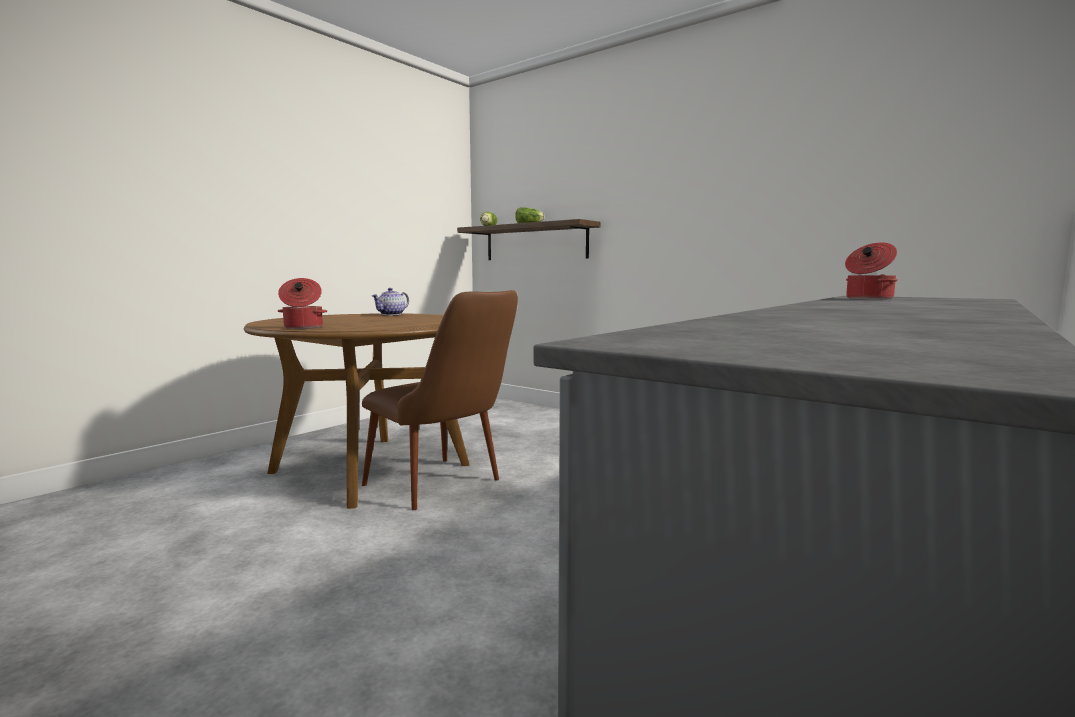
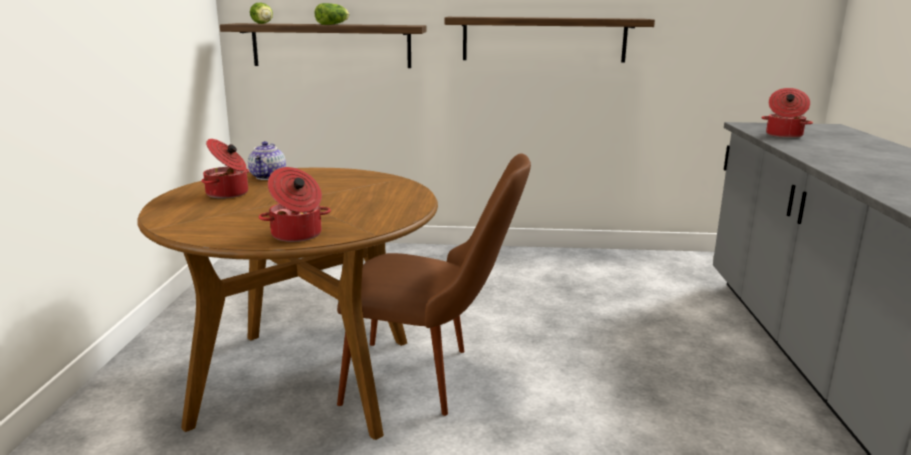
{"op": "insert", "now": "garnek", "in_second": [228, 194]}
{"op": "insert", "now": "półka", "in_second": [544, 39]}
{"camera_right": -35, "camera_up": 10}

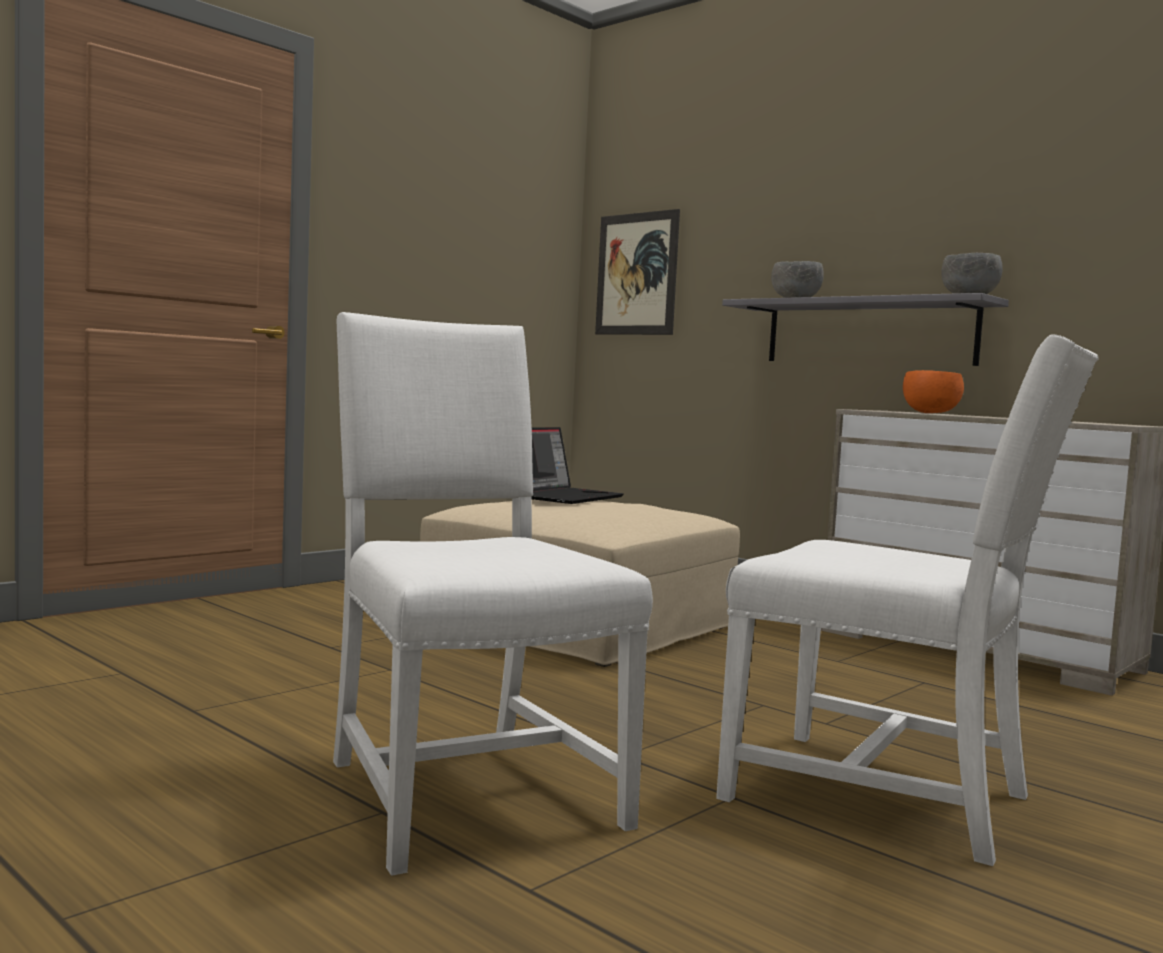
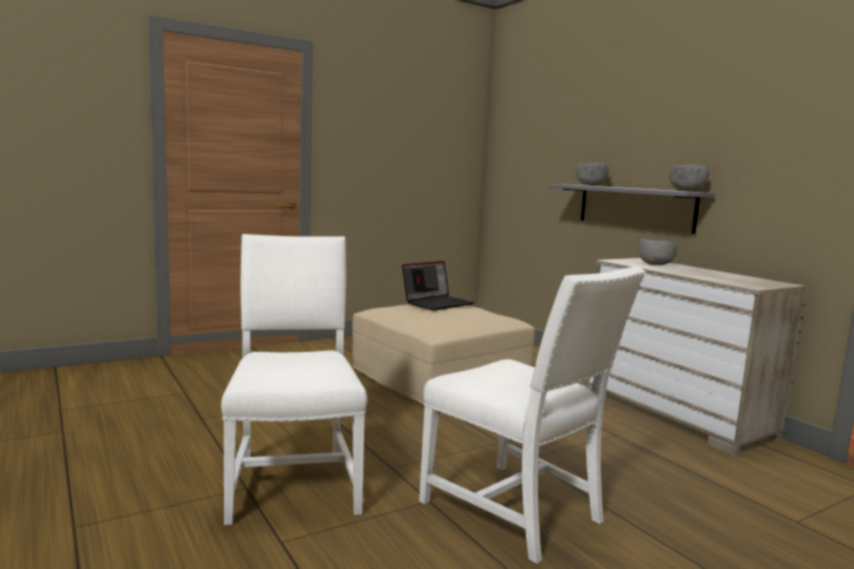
{"op": "recolor", "was": "miska (pomarańczowy)", "now": "miska (szary)", "in_first": [929, 413], "in_second": [654, 265]}
{"op": "delete", "was": "obraz", "in_first": [636, 274]}
{"camera_right": 15, "camera_up": 5}

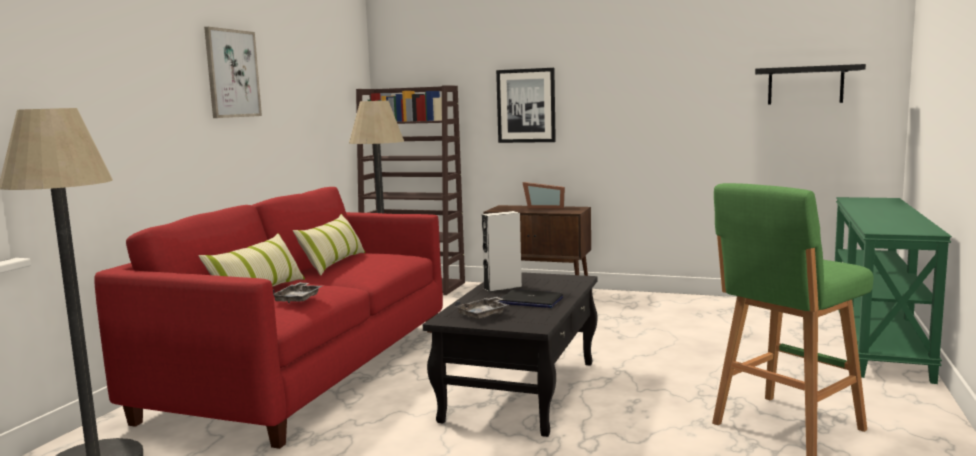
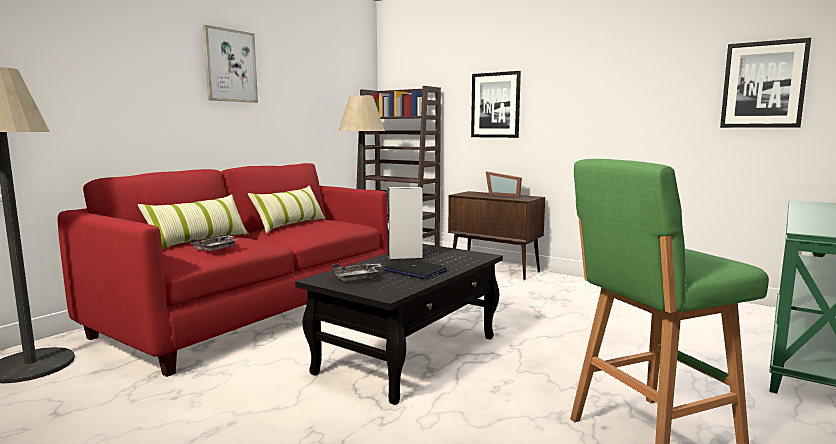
{"op": "replace", "was": "półka (czarny)", "now": "obraz", "in_first": [805, 85], "in_second": [763, 85]}
{"camera_right": 15, "camera_up": 0}

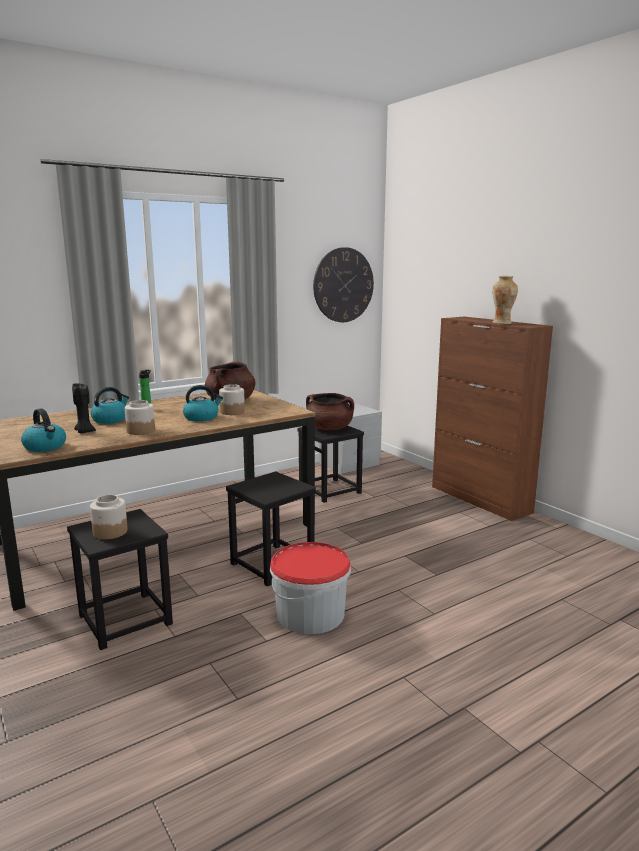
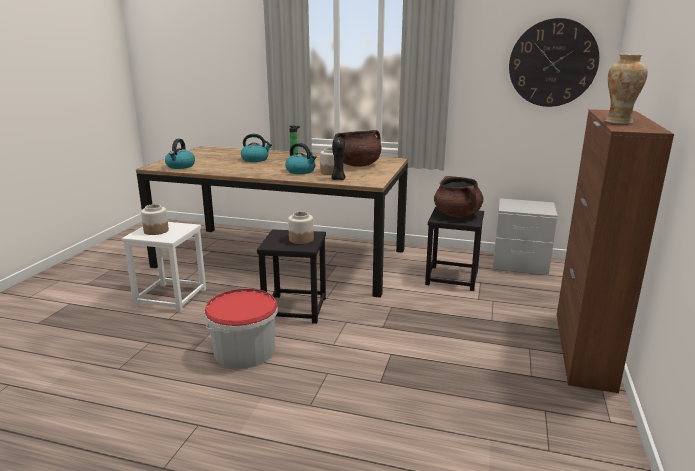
{"op": "recolor", "was": "stołek (czarny)", "now": "stołek (biały)", "in_first": [125, 620], "in_second": [170, 297]}
{"op": "move", "was": "słoik", "in_first": [140, 431], "in_second": [301, 239]}
{"op": "move", "was": "świeca (czarny)", "in_first": [84, 432], "in_second": [338, 179]}
{"camera_right": 50, "camera_up": 5}

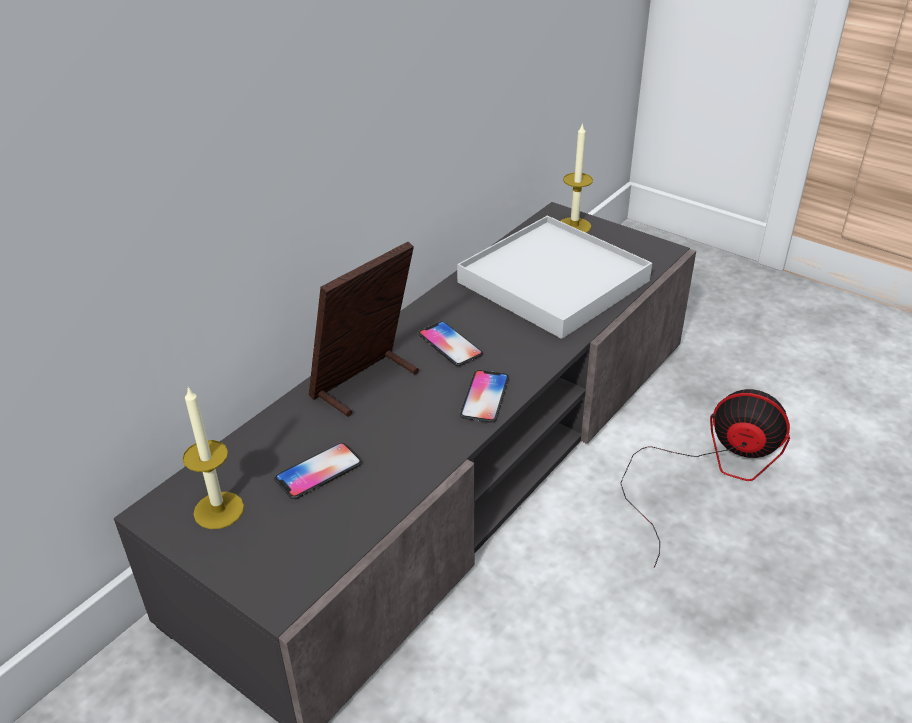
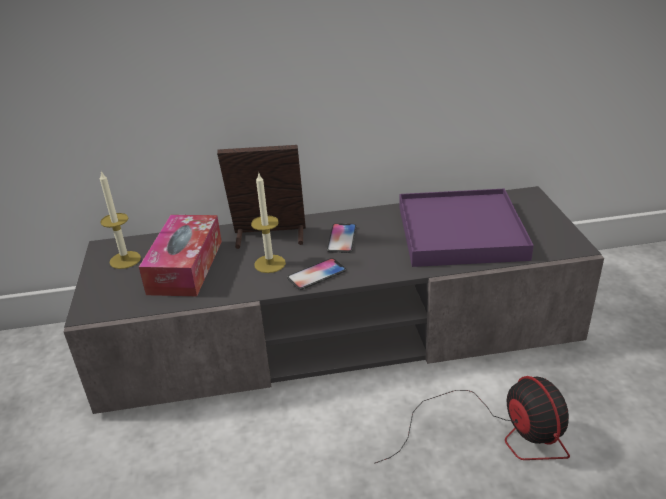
{"op": "replace", "was": "telefon", "now": "pudełko chusteczek", "in_first": [318, 472], "in_second": [185, 267]}
{"op": "move", "was": "świeca", "in_first": [574, 226], "in_second": [270, 264]}
{"op": "recolor", "was": "taca (biały)", "now": "taca (fioletowy)", "in_first": [552, 281], "in_second": [460, 232]}
{"camera_right": 45, "camera_up": -5}

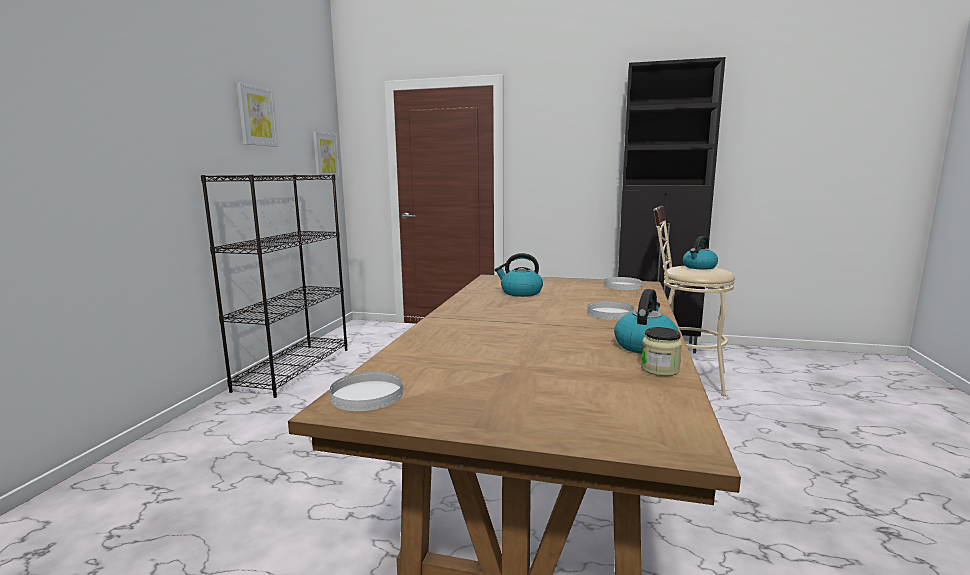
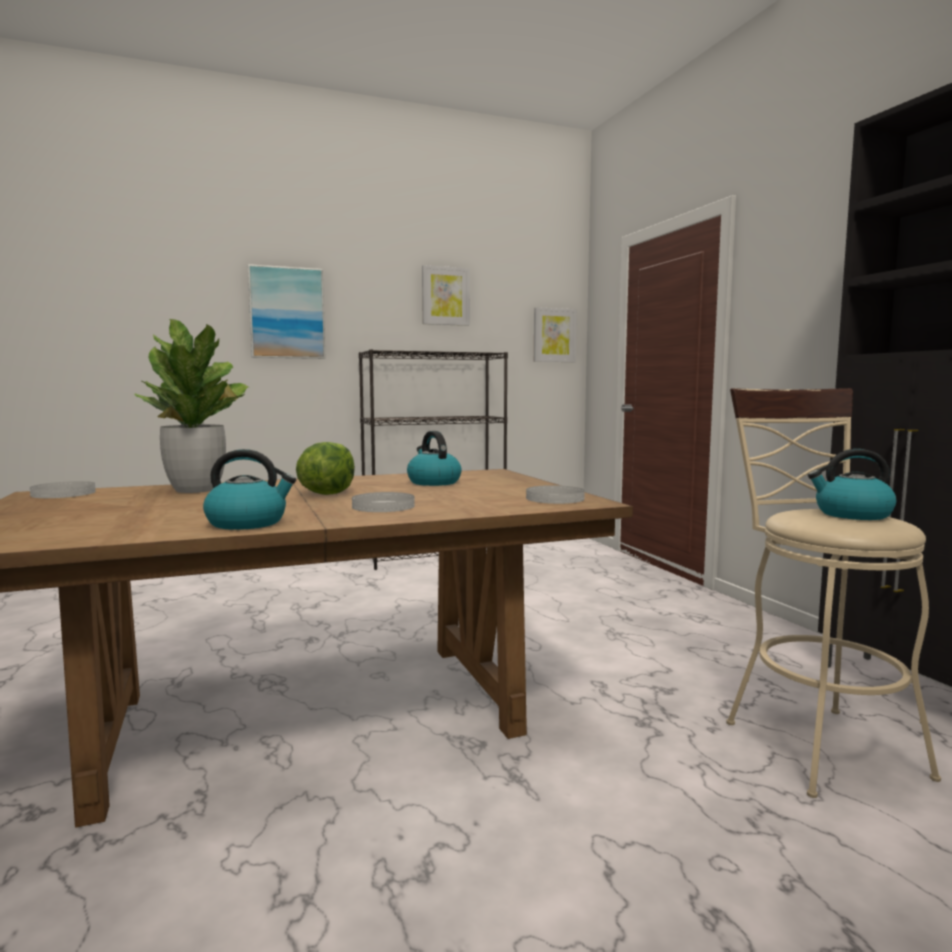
{"op": "insert", "now": "roślina doniczkowa", "in_second": [197, 490]}
{"op": "insert", "now": "obraz", "in_second": [287, 313]}
{"op": "insert", "now": "sałata", "in_second": [327, 494]}
{"op": "delete", "was": "słoik", "in_first": [660, 369]}
{"camera_right": 55, "camera_up": -5}

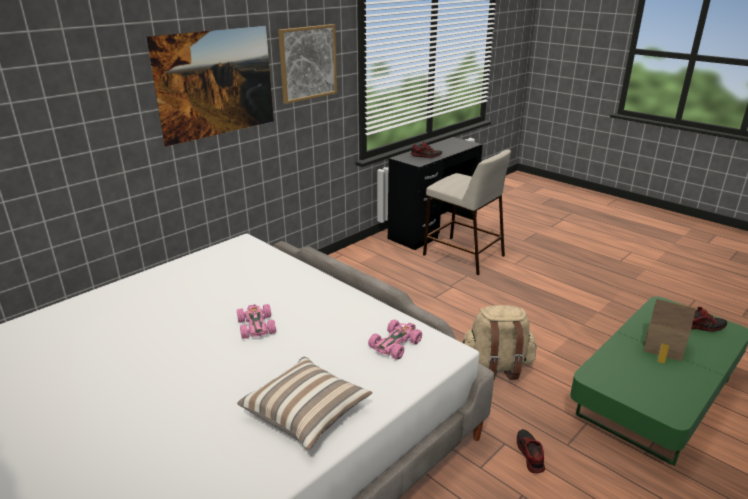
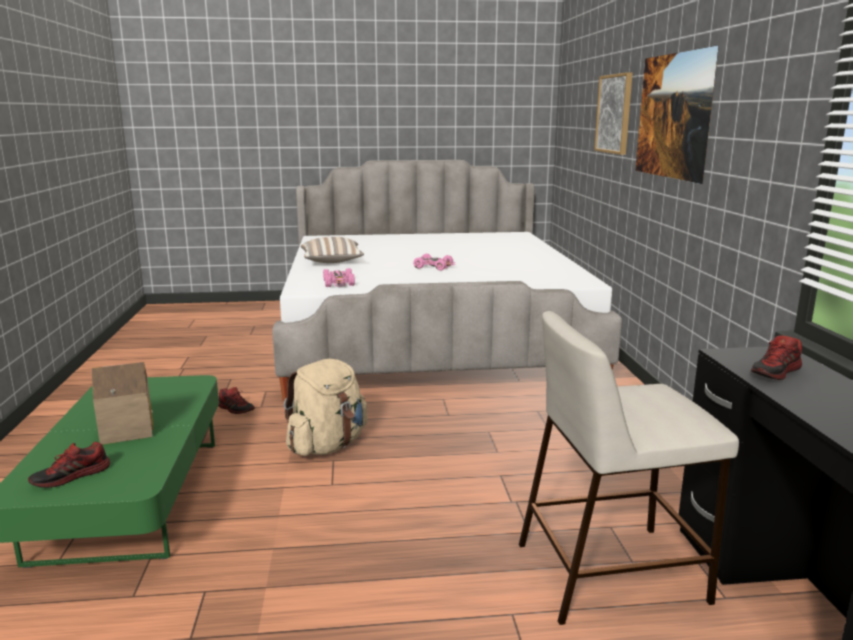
{"op": "move", "was": "obraz", "in_first": [307, 63], "in_second": [614, 114]}
{"camera_right": 130, "camera_up": -10}

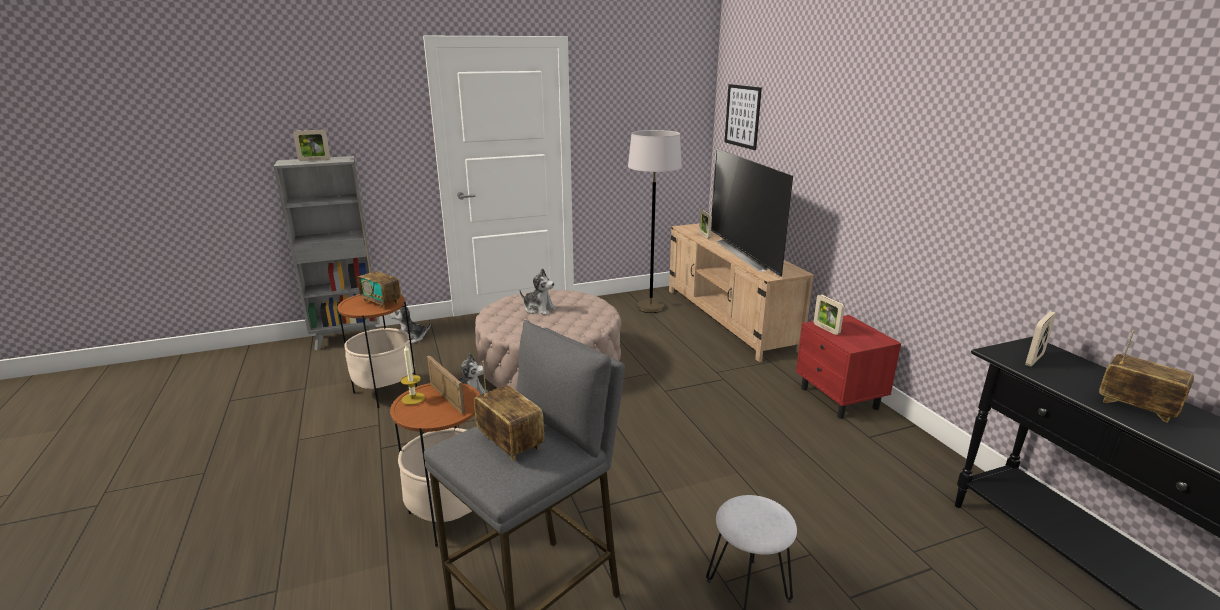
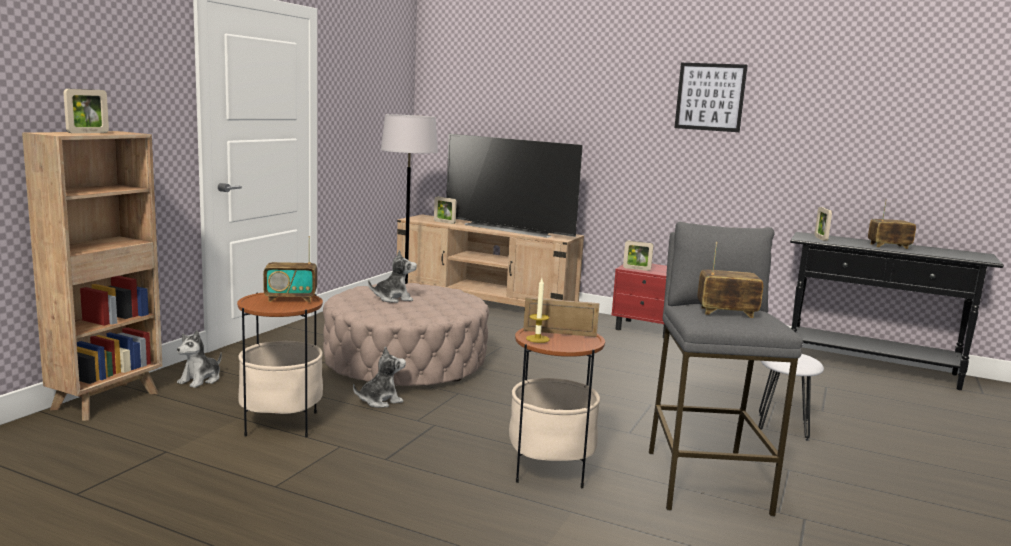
{"op": "recolor", "was": "regał (szary)", "now": "regał (brązowy)", "in_first": [348, 338], "in_second": [108, 400]}
{"op": "move", "was": "obraz", "in_first": [742, 116], "in_second": [710, 97]}
{"camera_right": -45, "camera_up": -10}

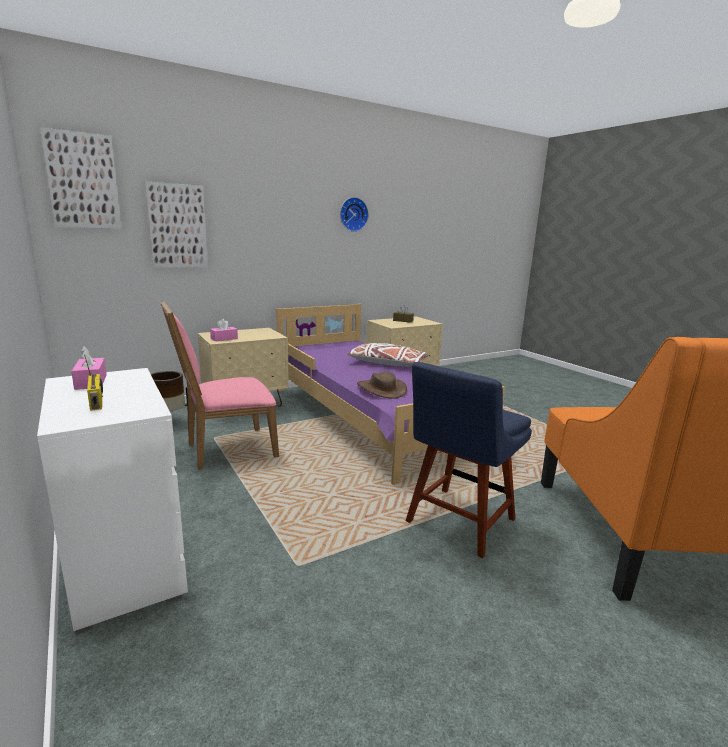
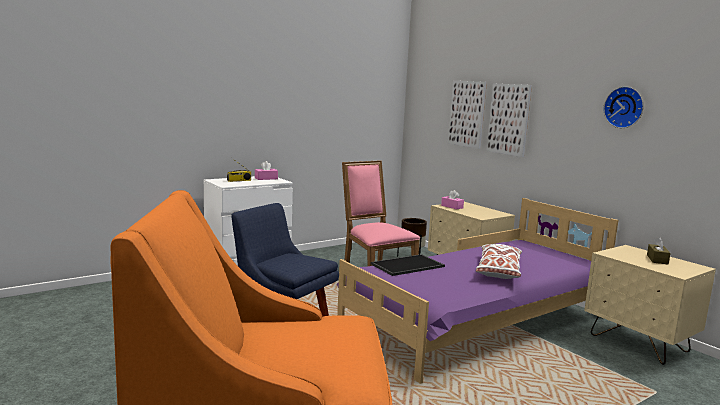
{"op": "replace", "was": "kapelusz (brązowy)", "now": "taca", "in_first": [381, 389], "in_second": [407, 266]}
{"op": "move", "was": "obraz", "in_first": [83, 181], "in_second": [509, 119]}
{"camera_right": 85, "camera_up": -5}

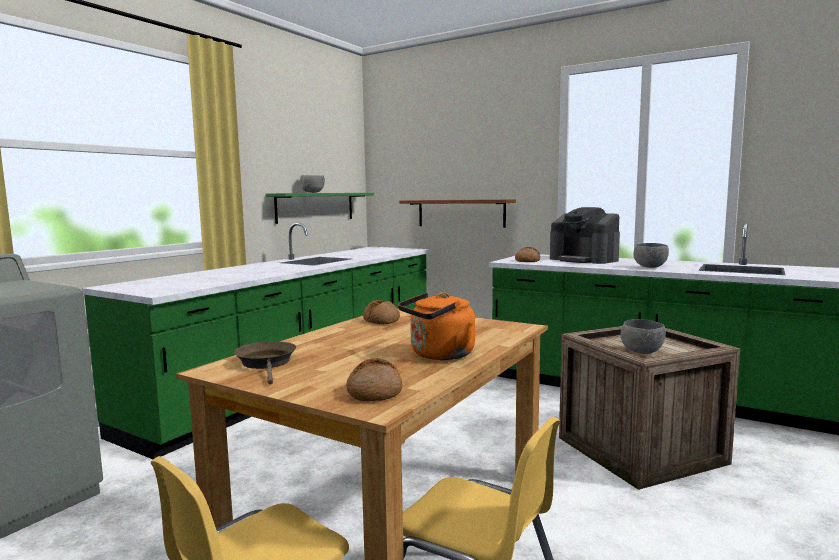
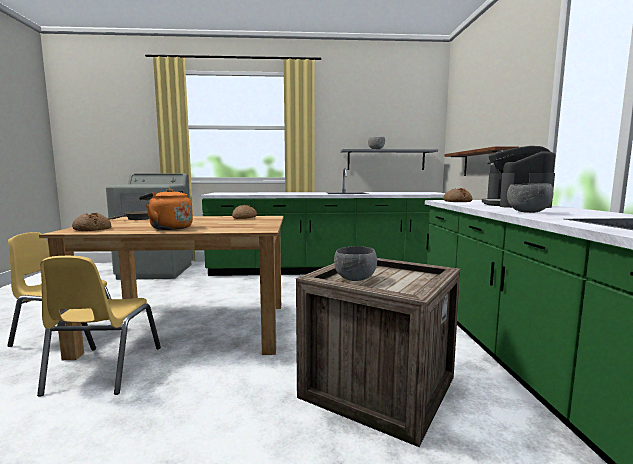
{"op": "recolor", "was": "półka (zielony)", "now": "półka (szary)", "in_first": [315, 207], "in_second": [386, 160]}
{"camera_right": 55, "camera_up": 0}

